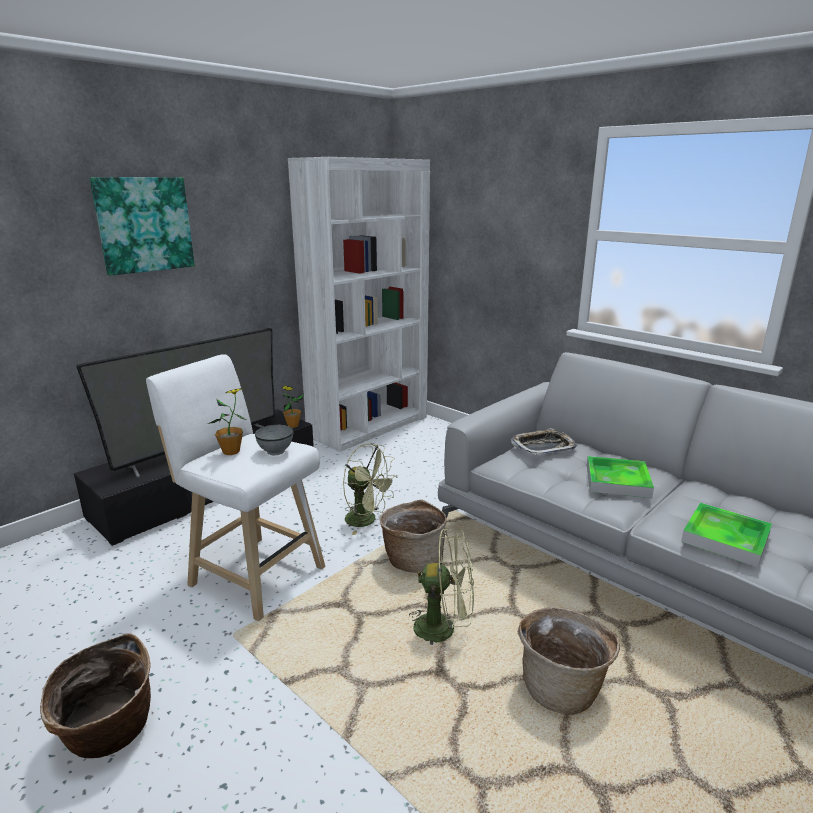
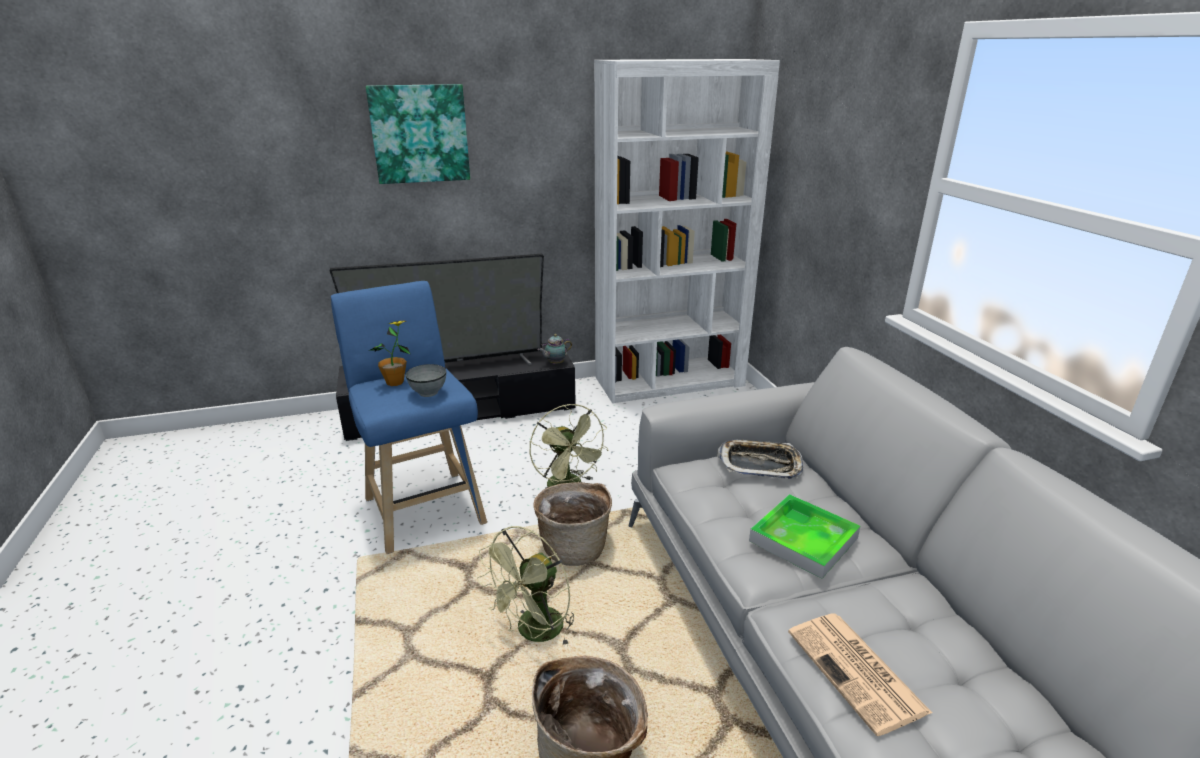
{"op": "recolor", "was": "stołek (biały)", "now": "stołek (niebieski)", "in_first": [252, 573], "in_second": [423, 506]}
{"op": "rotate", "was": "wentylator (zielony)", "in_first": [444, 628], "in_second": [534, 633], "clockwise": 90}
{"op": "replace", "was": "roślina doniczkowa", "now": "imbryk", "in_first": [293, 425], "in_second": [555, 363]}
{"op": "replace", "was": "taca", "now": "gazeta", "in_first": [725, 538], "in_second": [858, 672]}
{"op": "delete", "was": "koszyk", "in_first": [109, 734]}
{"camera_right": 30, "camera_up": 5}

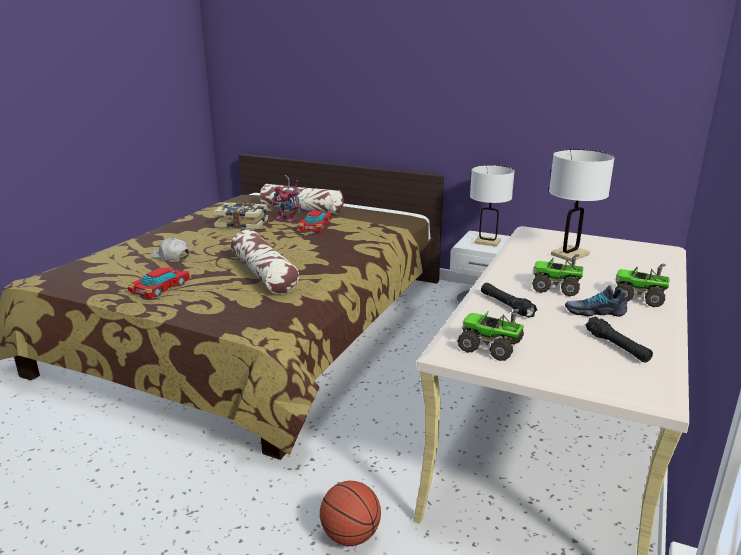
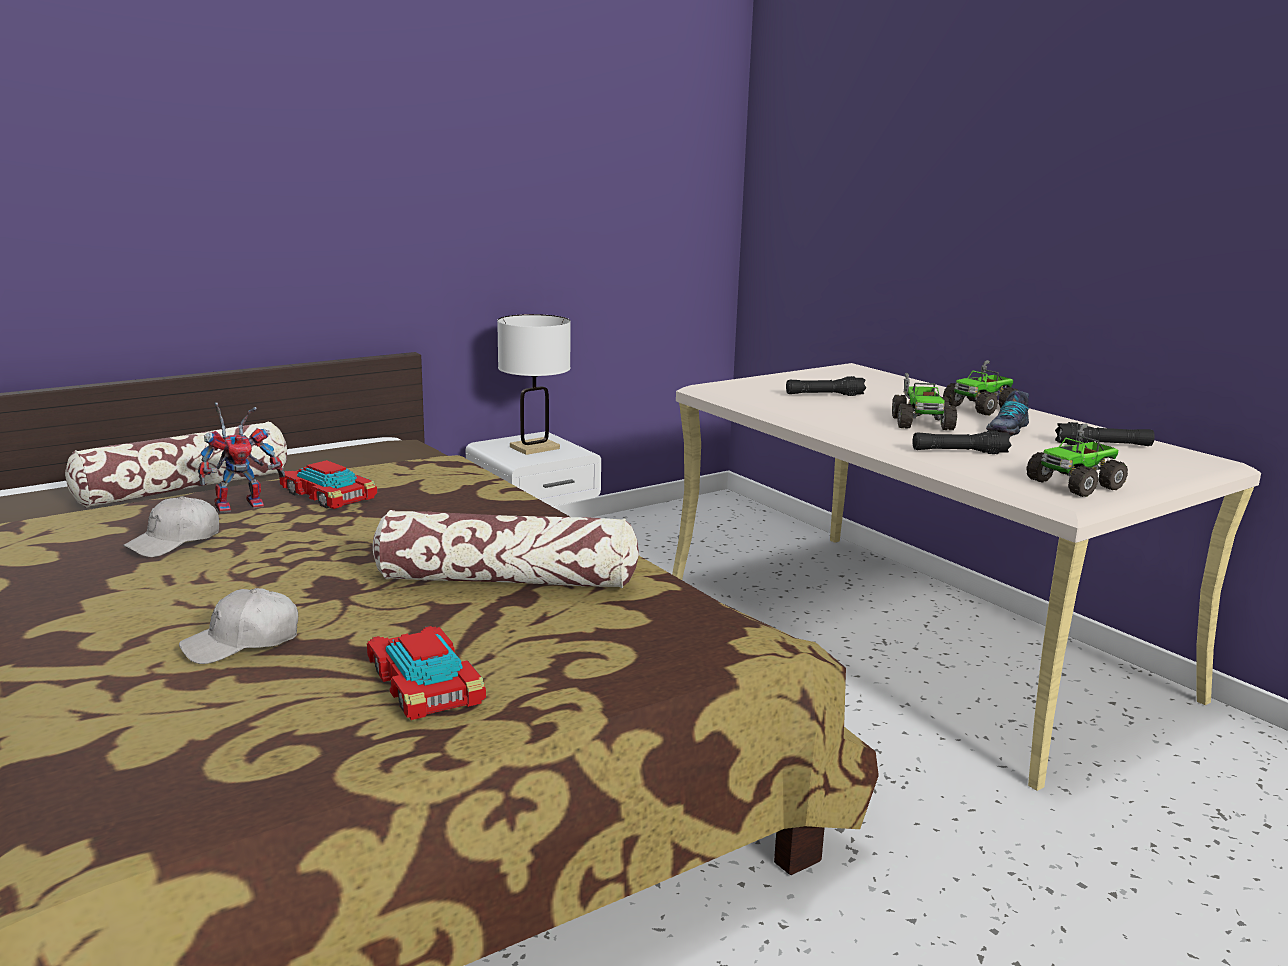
{"op": "replace", "was": "książka", "now": "czapka z daszkiem (biały)", "in_first": [242, 223], "in_second": [175, 542]}
{"op": "replace", "was": "lampa stołowa (biały)", "now": "latarka (czarny)", "in_first": [570, 254], "in_second": [824, 395]}
{"op": "rotate", "was": "ciężarówka zabawkowa", "in_first": [556, 287], "in_second": [922, 423], "clockwise": -45}
{"op": "delete", "was": "piłka do koszykówki", "in_first": [350, 535]}
{"camera_right": -60, "camera_up": -5}

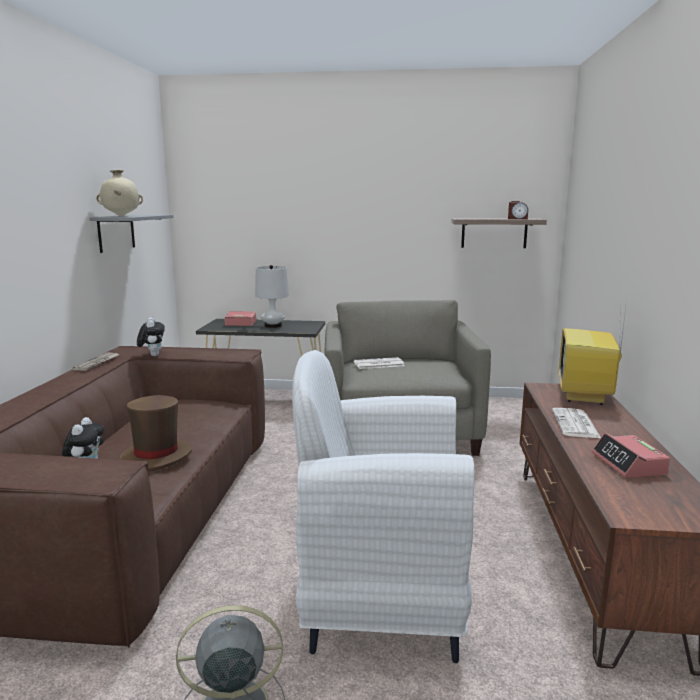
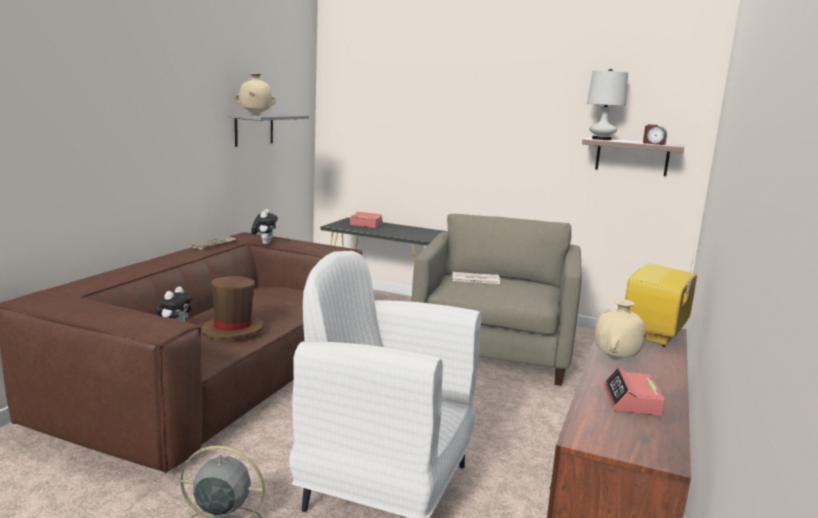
{"op": "move", "was": "lampa stołowa (biały)", "in_first": [273, 326], "in_second": [601, 139]}
{"op": "replace", "was": "gazeta", "now": "wazon (beżowy)", "in_first": [576, 424], "in_second": [616, 359]}
{"camera_right": 15, "camera_up": 0}

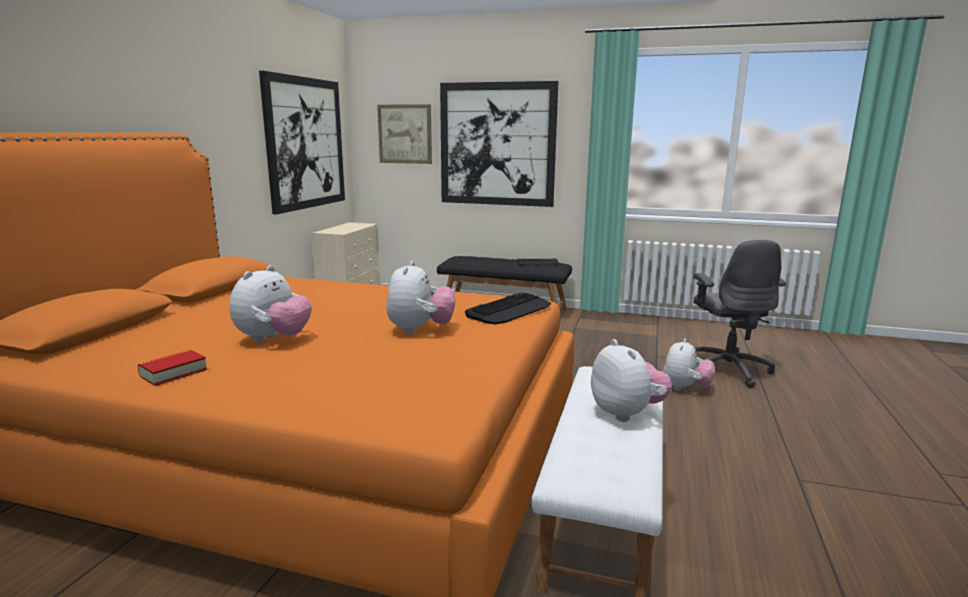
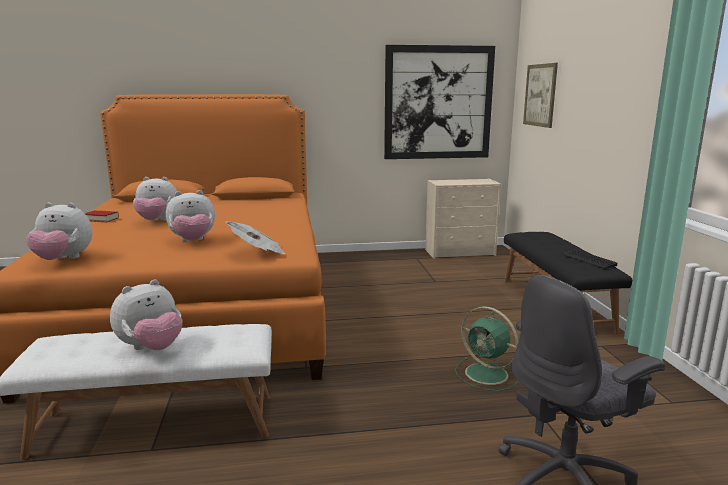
{"op": "move", "was": "pluszak", "in_first": [685, 388], "in_second": [63, 260]}
{"op": "replace", "was": "klawiatura", "now": "gazeta", "in_first": [509, 310], "in_second": [257, 252]}
{"op": "insert", "now": "wentylator (zielony)", "in_second": [488, 374]}
{"op": "delete", "was": "obraz", "in_first": [497, 144]}
{"camera_right": 65, "camera_up": 0}

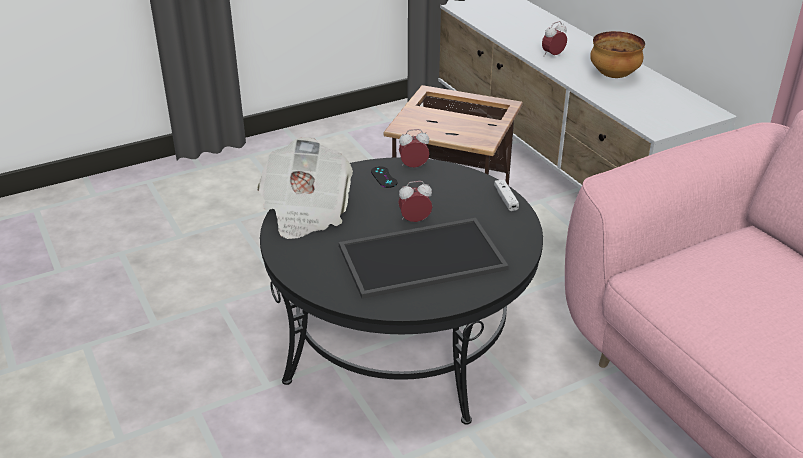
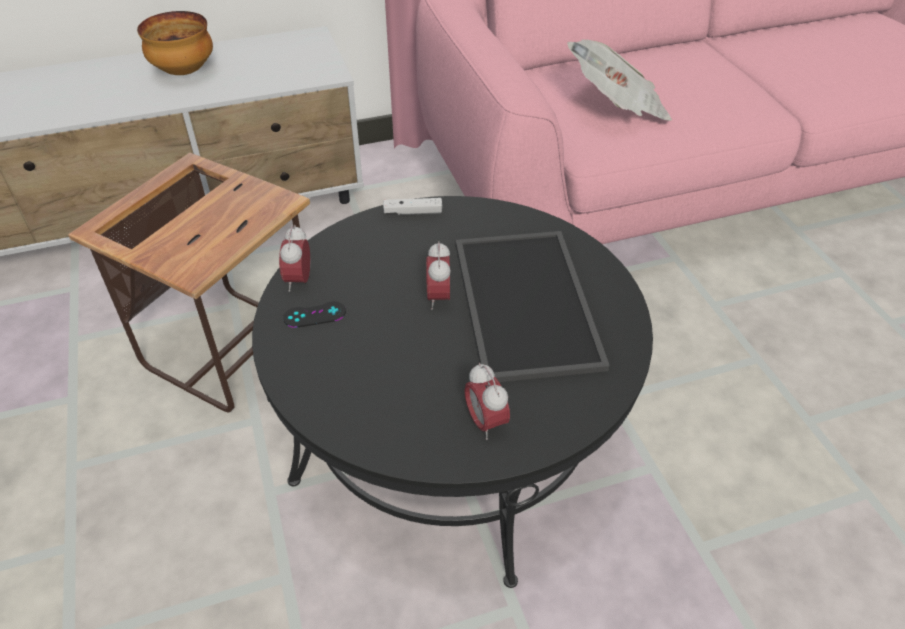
{"op": "move", "was": "budzik", "in_first": [553, 55], "in_second": [485, 422]}
{"op": "move", "was": "gazeta", "in_first": [305, 211], "in_second": [617, 107]}
{"camera_right": -80, "camera_up": 10}

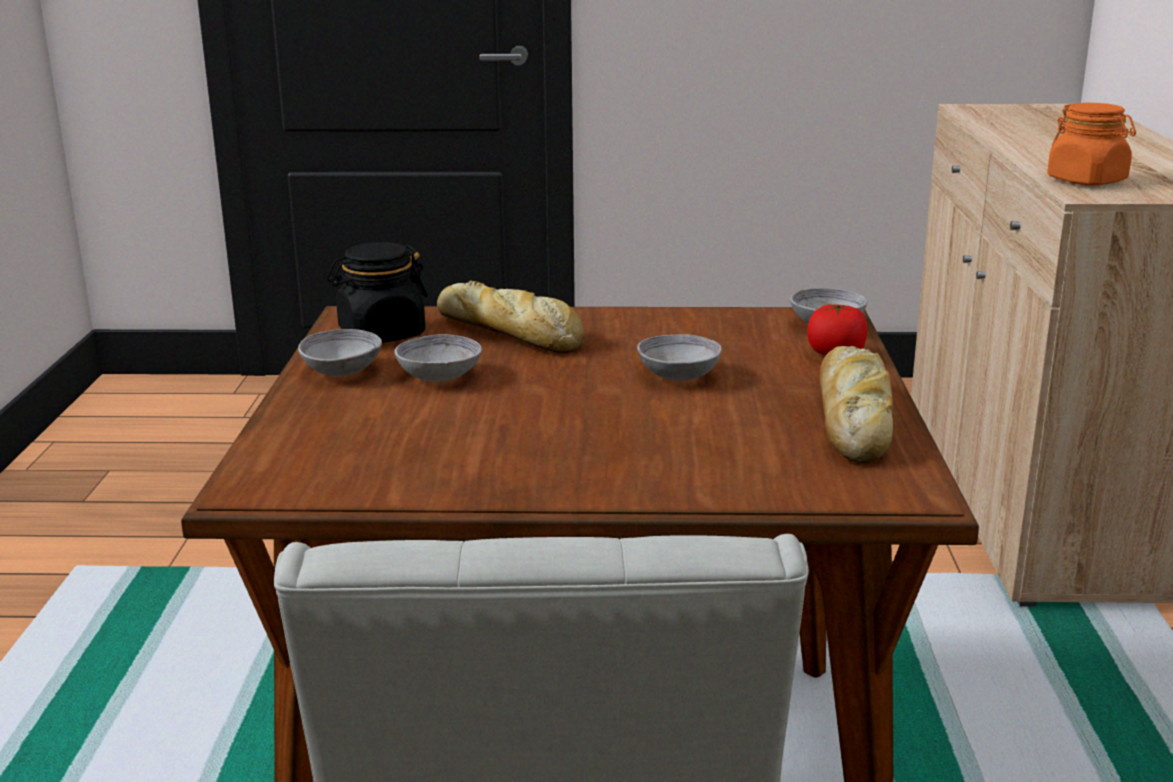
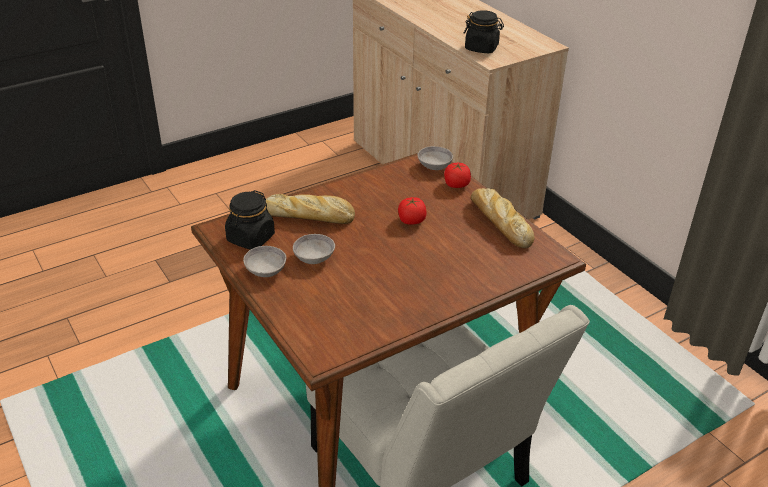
{"op": "replace", "was": "miska (szary)", "now": "pomidor", "in_first": [678, 376], "in_second": [411, 221]}
{"op": "recolor", "was": "słoik (pomarańczowy)", "now": "słoik (czarny)", "in_first": [1087, 181], "in_second": [481, 48]}
{"camera_right": -35, "camera_up": 15}

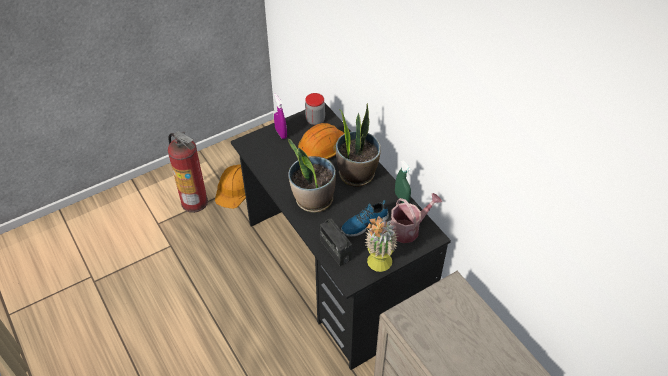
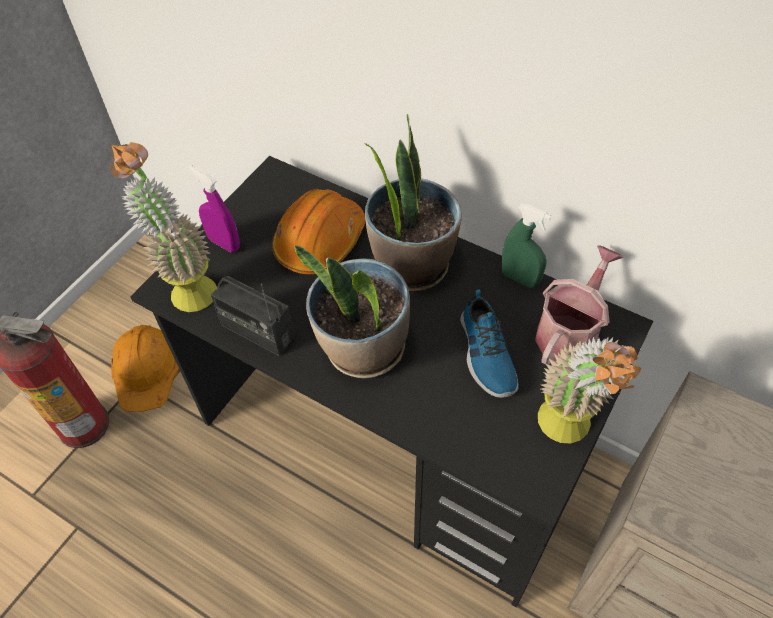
{"op": "insert", "now": "roślina doniczkowa", "in_second": [186, 286]}
{"op": "move", "was": "radio", "in_first": [335, 250], "in_second": [257, 331]}
{"op": "rotate", "was": "but", "in_first": [364, 223], "in_second": [485, 354], "clockwise": -45}
{"op": "delete", "was": "słoik", "in_first": [315, 120]}
{"camera_right": -25, "camera_up": 5}

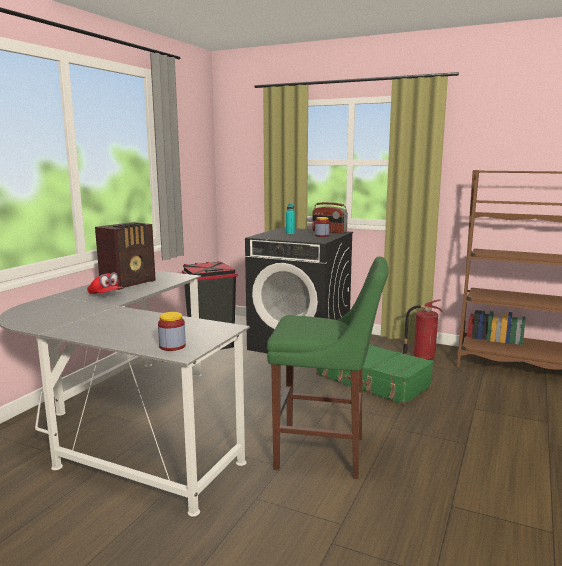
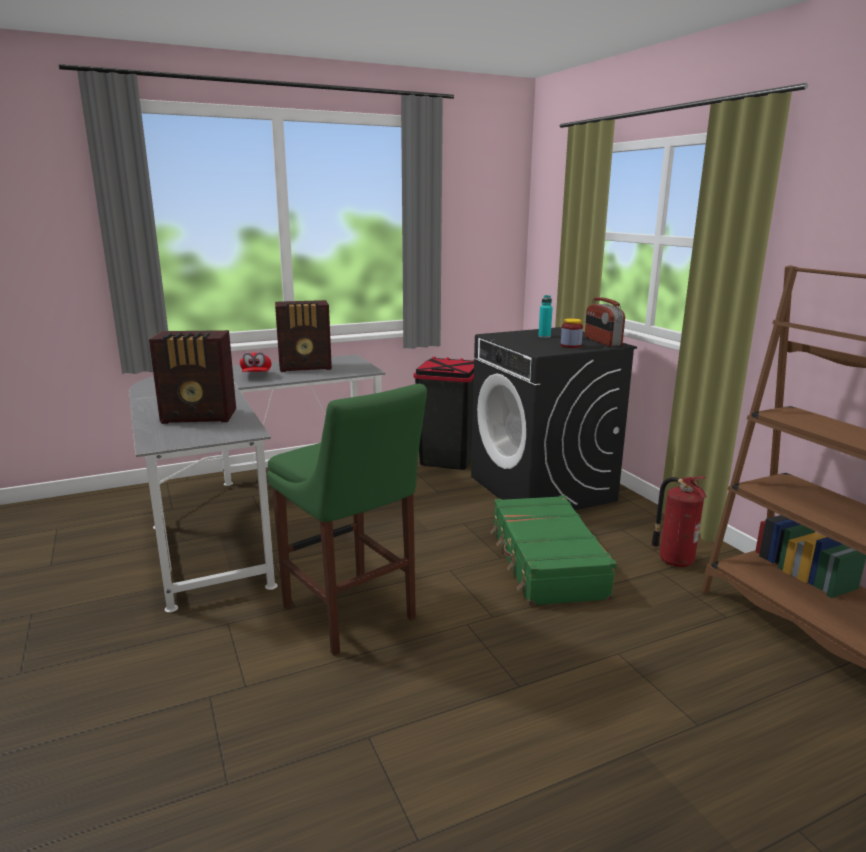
{"op": "insert", "now": "radio", "in_second": [200, 417]}
{"op": "delete", "was": "słoik", "in_first": [172, 346]}
{"camera_right": 40, "camera_up": 5}

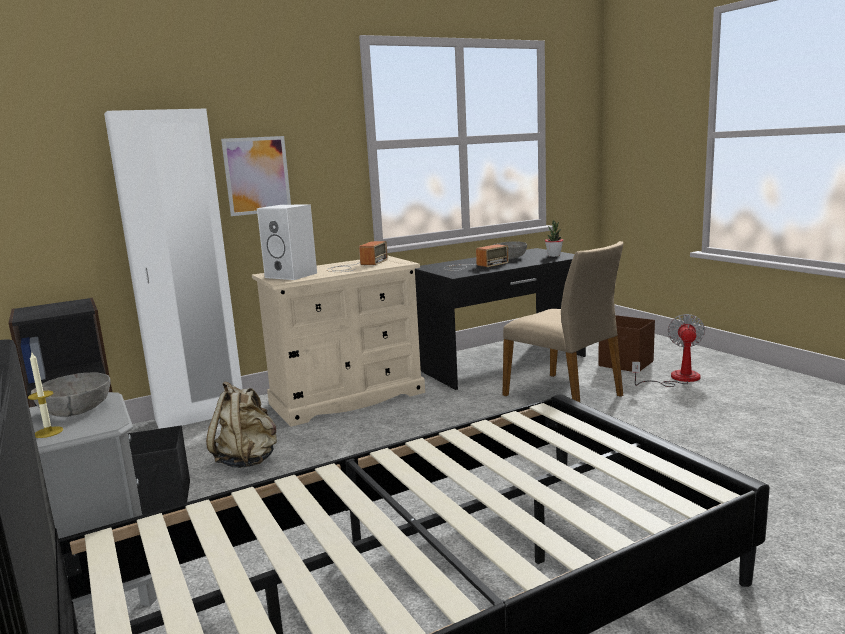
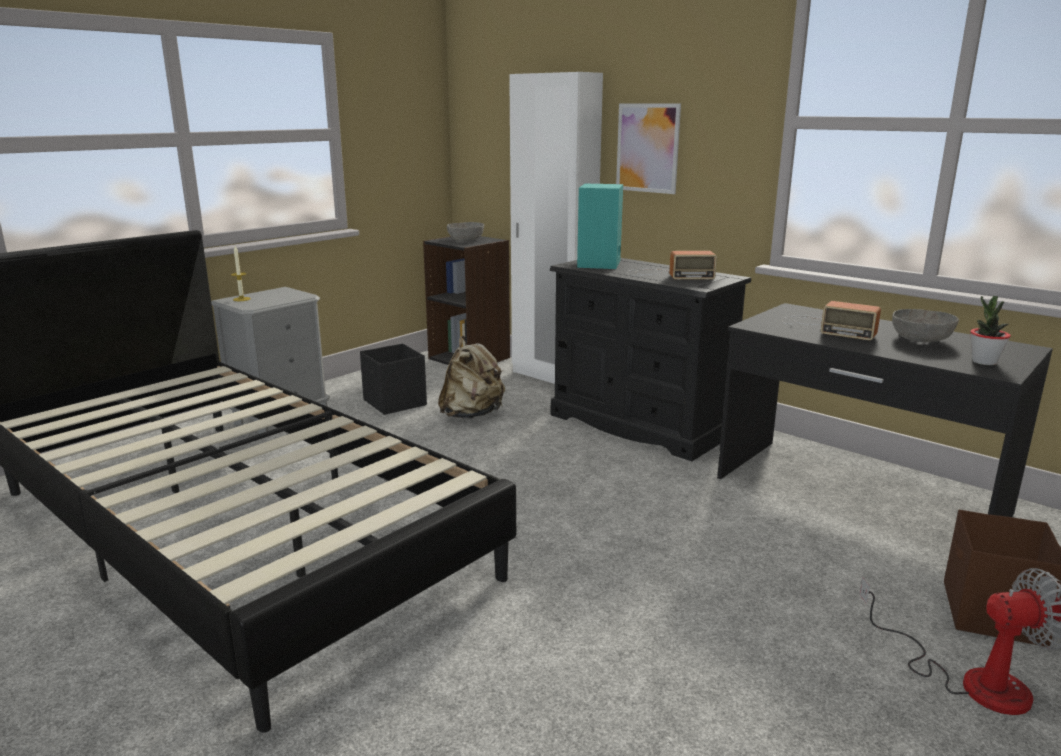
{"op": "move", "was": "miska (szary)", "in_first": [75, 410], "in_second": [465, 239]}
{"op": "recolor", "was": "komoda (beżowy)", "now": "komoda (czarny)", "in_first": [347, 398], "in_second": [639, 425]}
{"op": "recolor", "was": "głośnik (biały)", "now": "głośnik (turkusowy)", "in_first": [292, 275], "in_second": [600, 264]}
{"op": "delete", "was": "krzesło (beżowy)", "in_first": [564, 395]}
{"camera_right": 70, "camera_up": 5}

